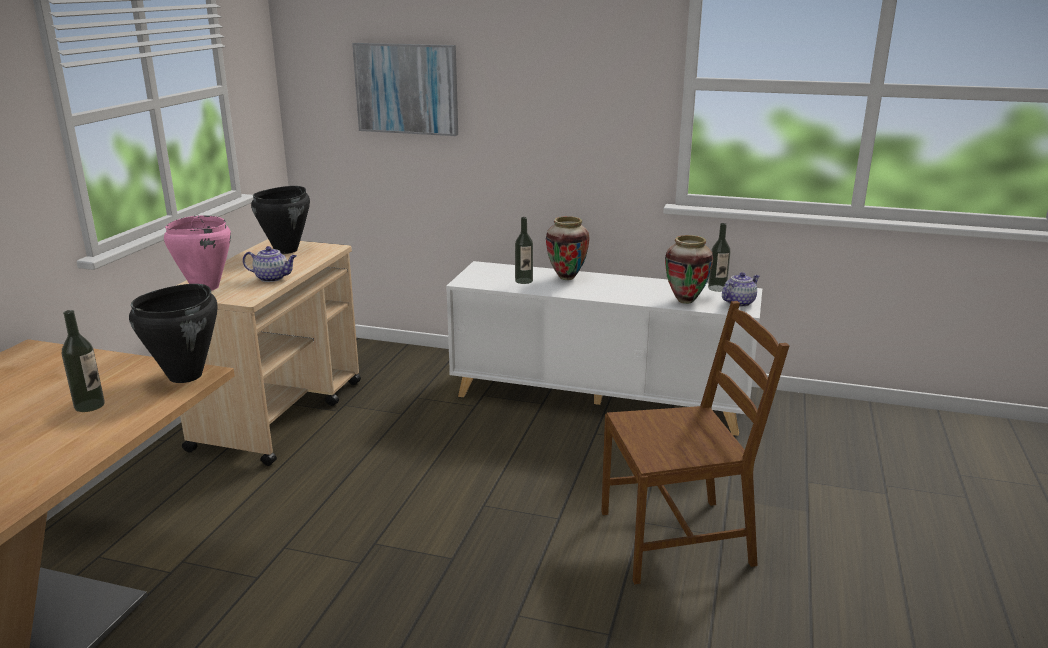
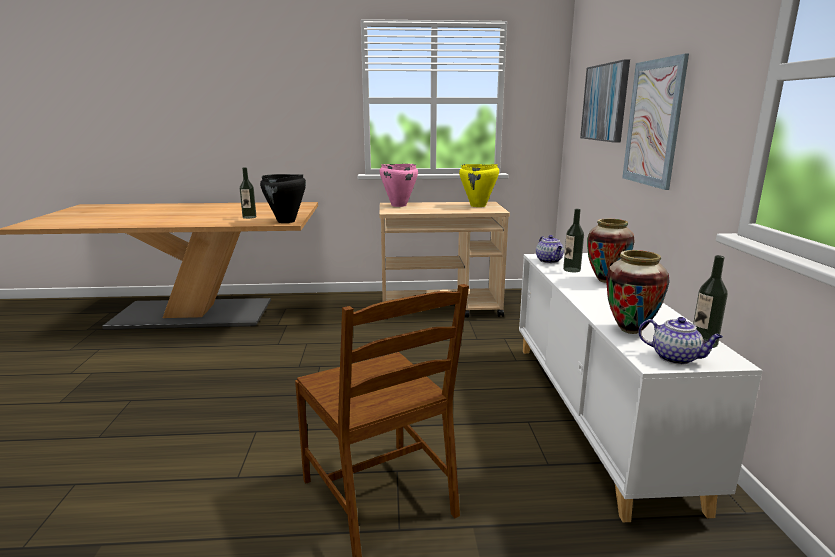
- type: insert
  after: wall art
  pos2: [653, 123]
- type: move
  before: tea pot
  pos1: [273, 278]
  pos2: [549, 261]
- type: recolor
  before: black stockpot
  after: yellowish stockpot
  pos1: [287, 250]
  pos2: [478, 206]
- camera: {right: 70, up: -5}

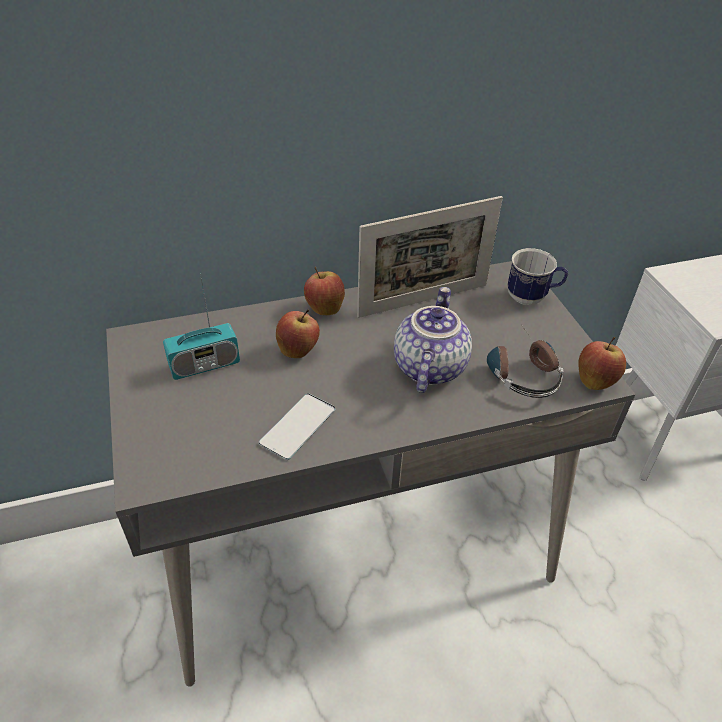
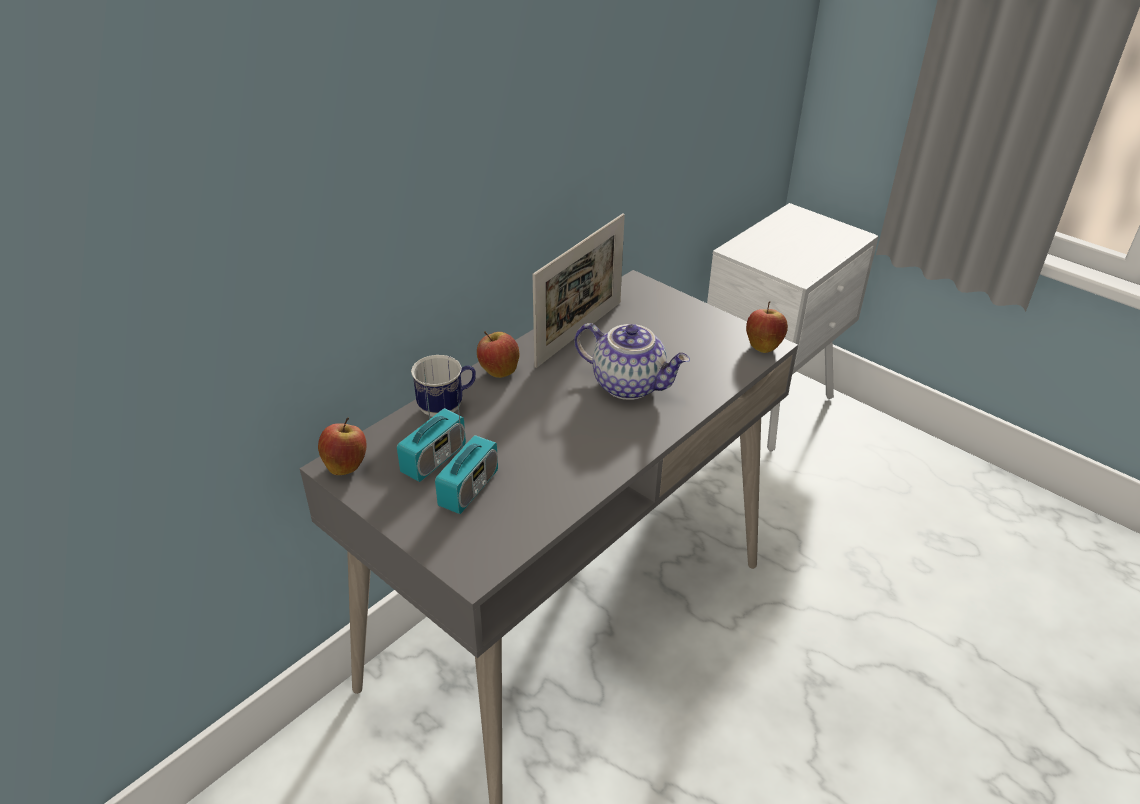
- type: delete
  before: telephone
  pos1: [298, 426]
- type: delete
  before: headset
  pos1: [519, 370]
- type: insert
  after: radio
  pos2: [469, 489]
- type: move
  before: apple
  pos1: [298, 350]
  pos2: [346, 466]
- type: move
  before: coffee mug
  pos1: [532, 298]
  pos2: [447, 407]
- type: rotate
  before: tea pot
  pos1: [427, 366]
  pos2: [630, 384]
  turn: 135
- camera: {right: -30, up: -5}

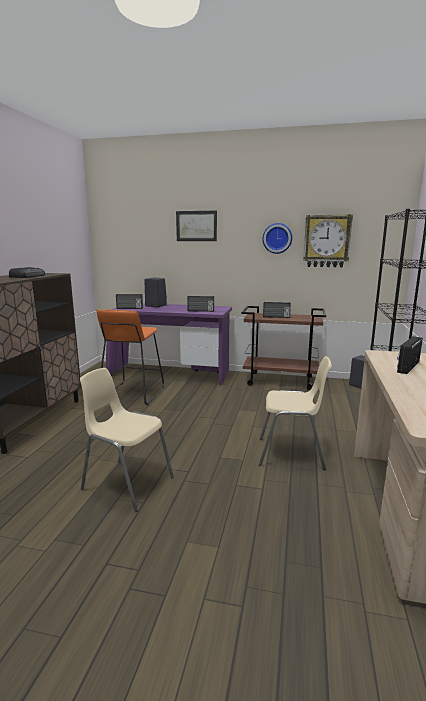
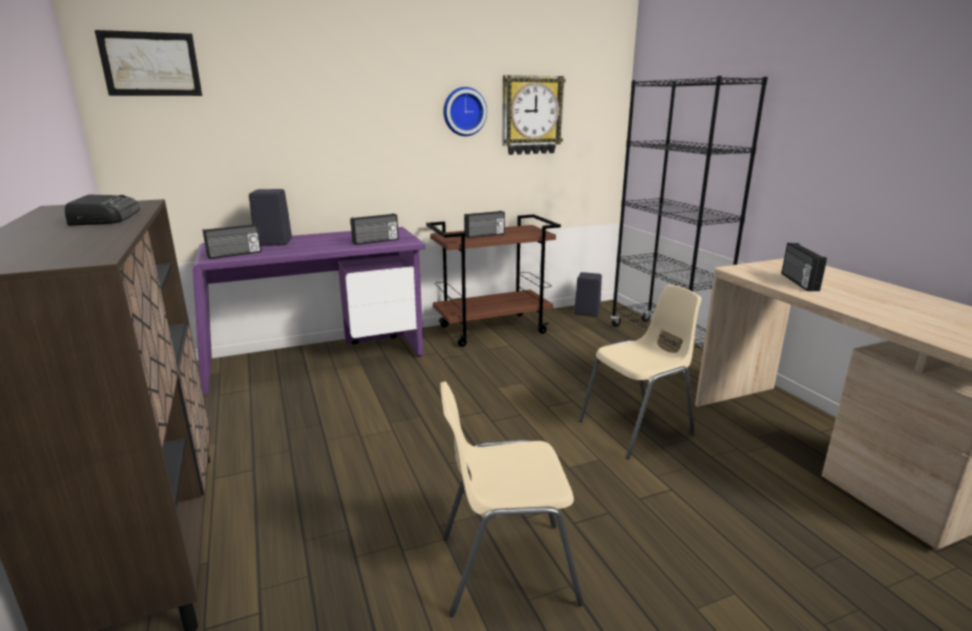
- type: delete
  before: orange stool
  pos1: [132, 393]
- type: move
  before: wall art
  pos1: [196, 226]
  pos2: [151, 64]
- camera: {right: -35, up: 5}

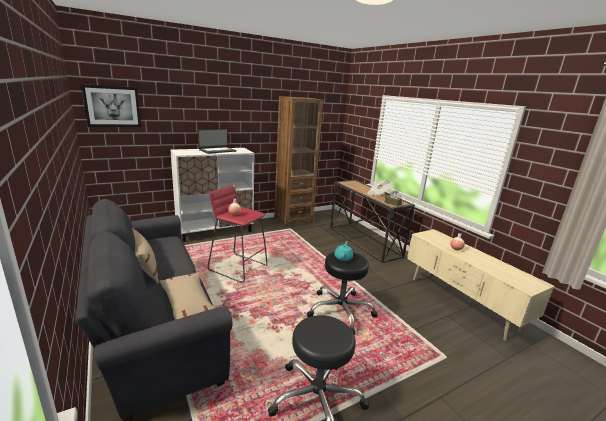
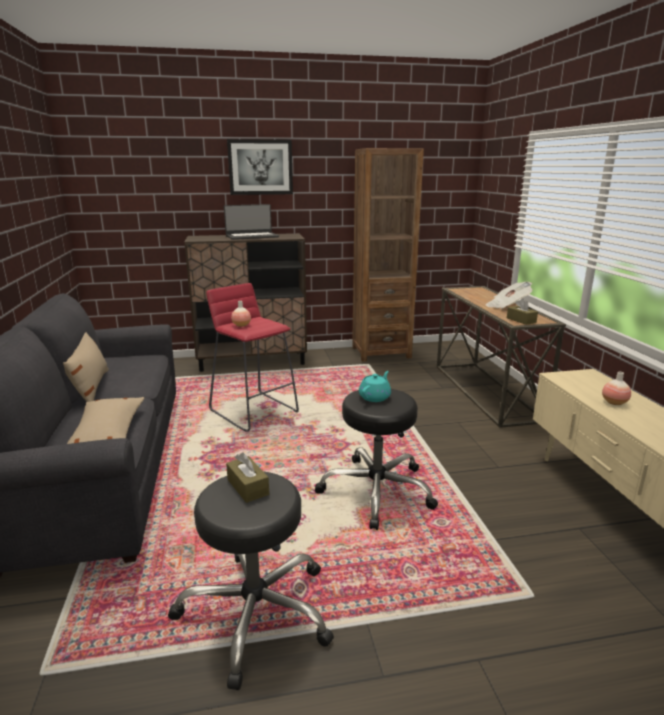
- type: insert
  after: brown tissue box
  pos2: [248, 487]
- type: move
  before: wall art
  pos1: [112, 106]
  pos2: [260, 167]
- type: recolor
  before: white-coloured storage cabinet
  after: brown storage cabinet
  pos1: [215, 231]
  pos2: [252, 361]
- camera: {right: 20, up: 0}

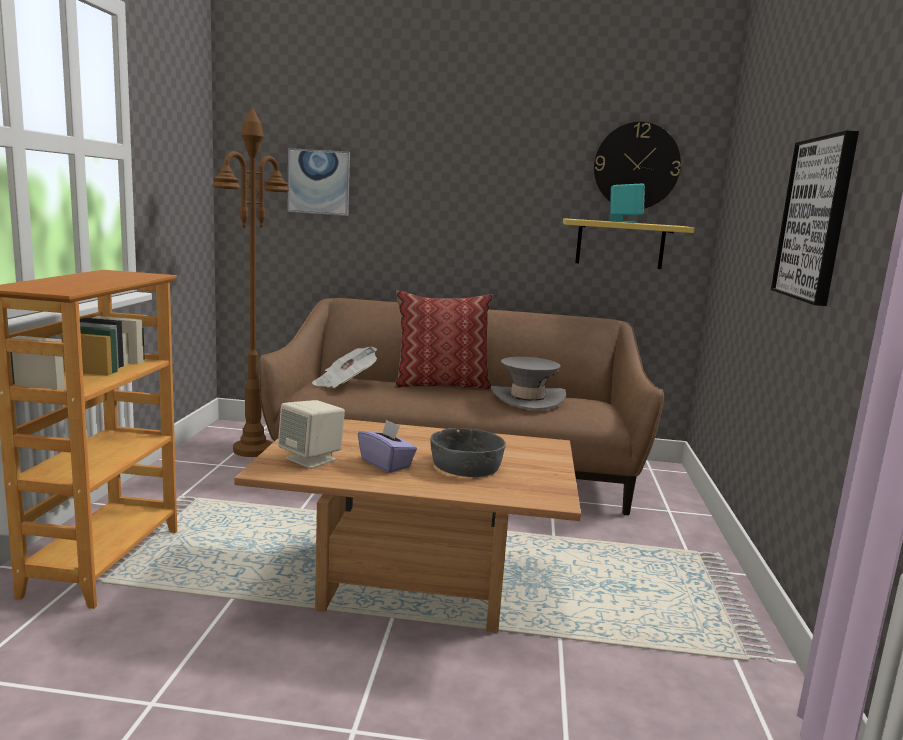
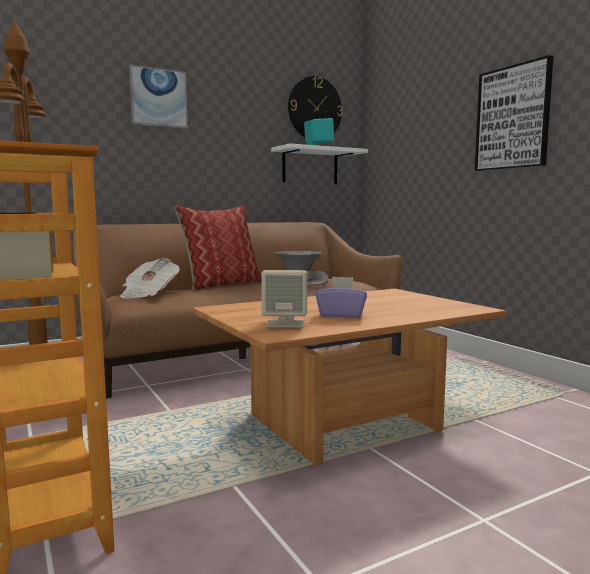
- type: delete
  before: gray bowl
  pos1: [467, 466]
- type: move
  before: wall art
  pos1: [319, 182]
  pos2: [158, 98]
- type: recolor
  before: yellowish wall shelf
  after: white-coloured wall shelf
  pos1: [620, 244]
  pos2: [310, 166]
- camera: {right: -35, up: -5}

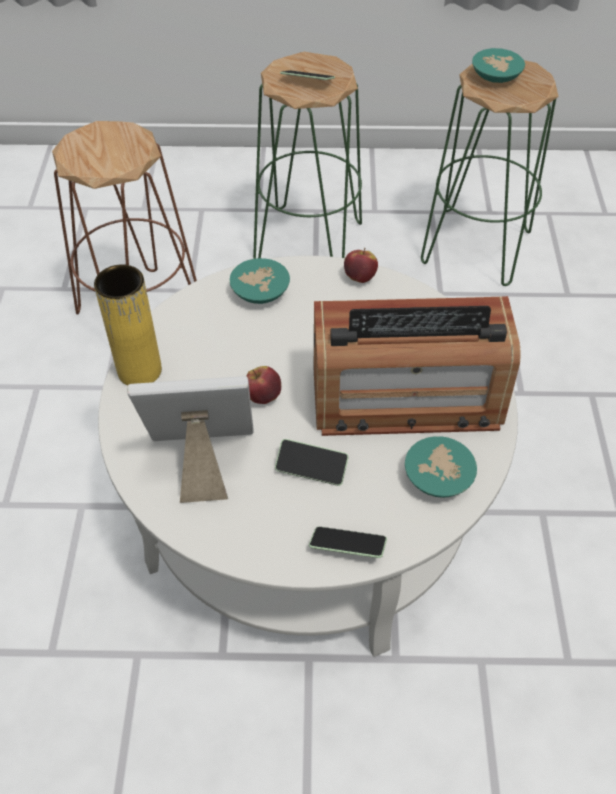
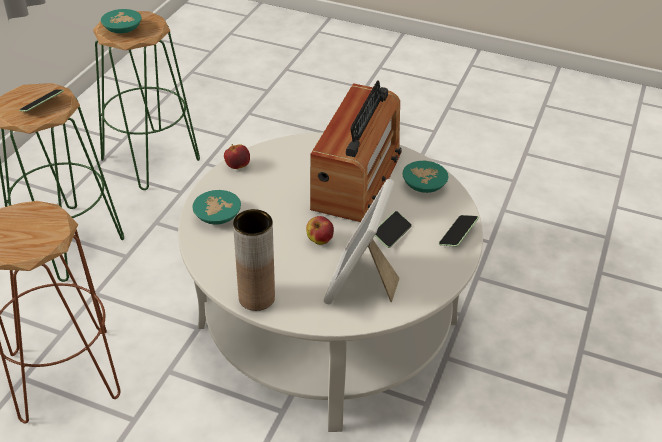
- type: recolor
  before: yellowish vase
  after: brown vase
  pos1: [139, 371]
  pos2: [256, 298]
- camera: {right: -70, up: -10}

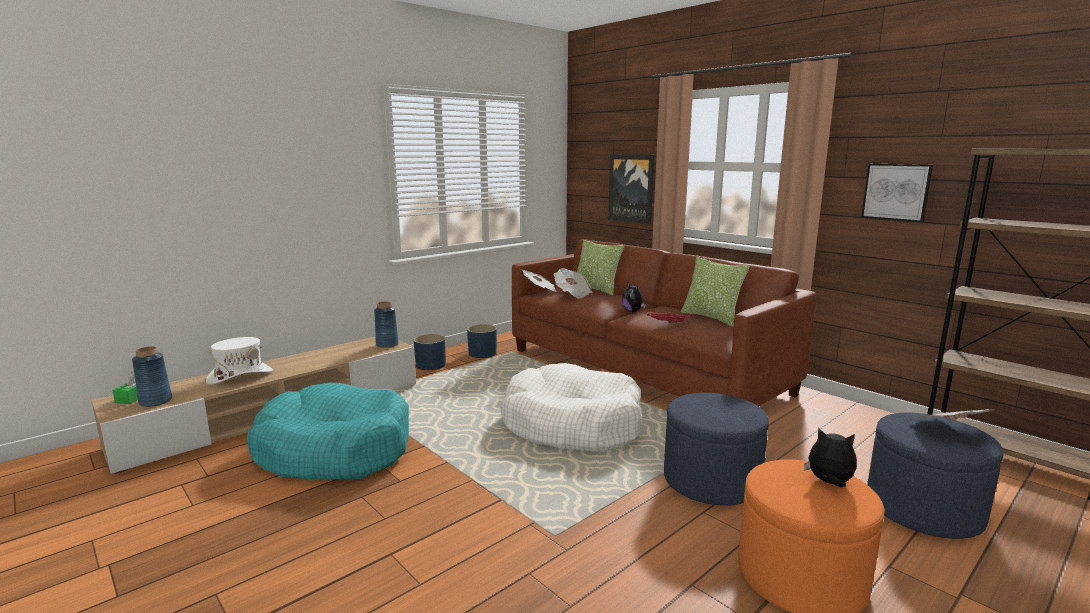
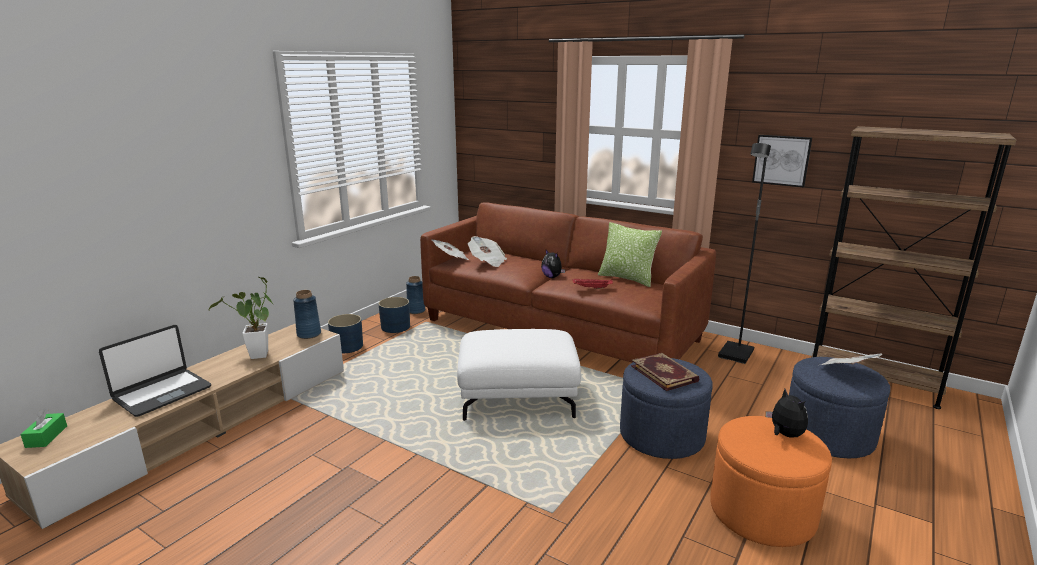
- type: delete
  before: blue-green dog bed
  pos1: [334, 450]
- type: delete
  before: cushion
  pos1: [596, 289]
- type: delete
  before: wall art
  pos1: [631, 188]
- type: insert
  after: potted plant
  pos2: [258, 357]
- type: insert
  after: bound book
  pos2: [664, 373]
- type: insert
  after: black standard lamp
  pos2: [736, 354]
- type: move
  before: bluish vase
  pos1: [155, 401]
  pos2: [416, 311]
- type: replace
  before: white-coloured clothing hat
  after: portable computer
  pos1: [240, 376]
  pos2: [162, 393]
- type: replace
  before: white-coloured dog bed
  after: white-coloured ottoman
  pos1: [571, 424]
  pos2: [518, 396]
- type: rotate
  before: cuddly toy
  pos1: [829, 483]
  pos2: [784, 435]
  turn: 60
- camera: {right: -15, up: 5}

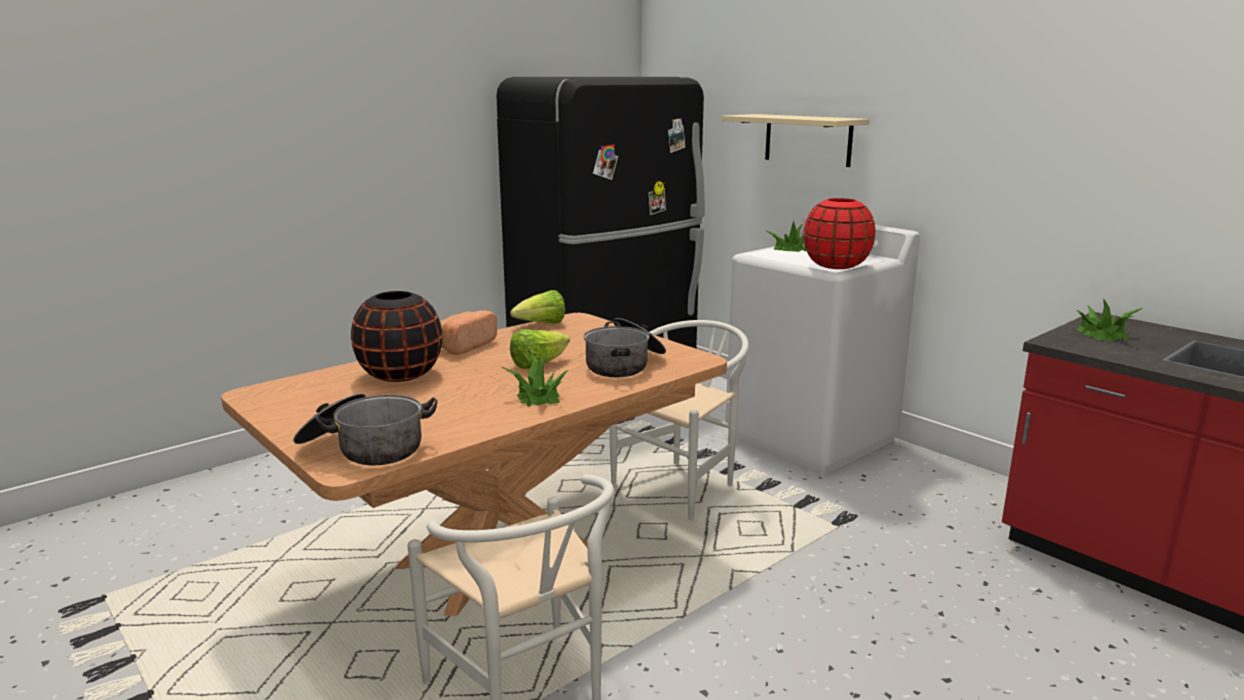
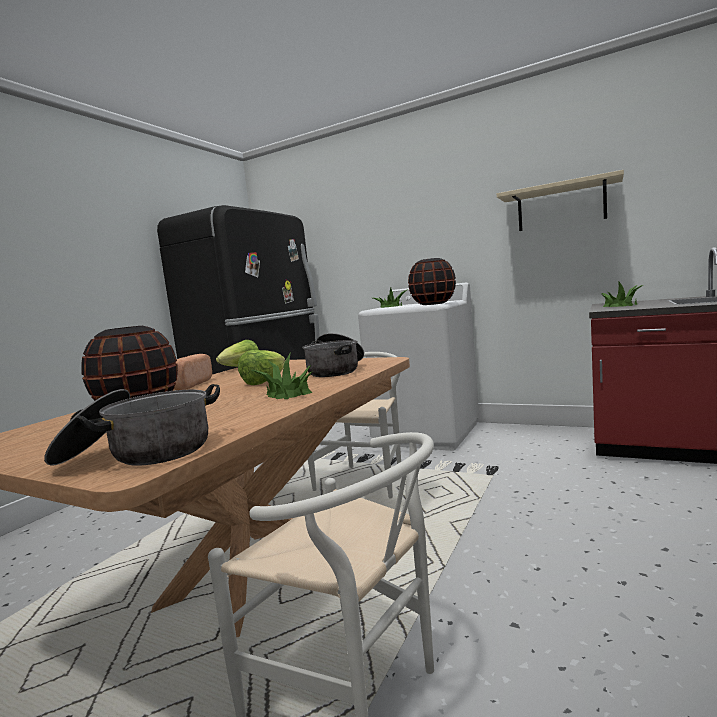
- type: move
  before: beige-coloured wall shelf
  pos1: [807, 139]
  pos2: [560, 207]
- type: recolor
  before: reddish vase
  after: black vase
  pos1: [836, 266]
  pos2: [433, 304]
- camera: {right: -20, up: -10}

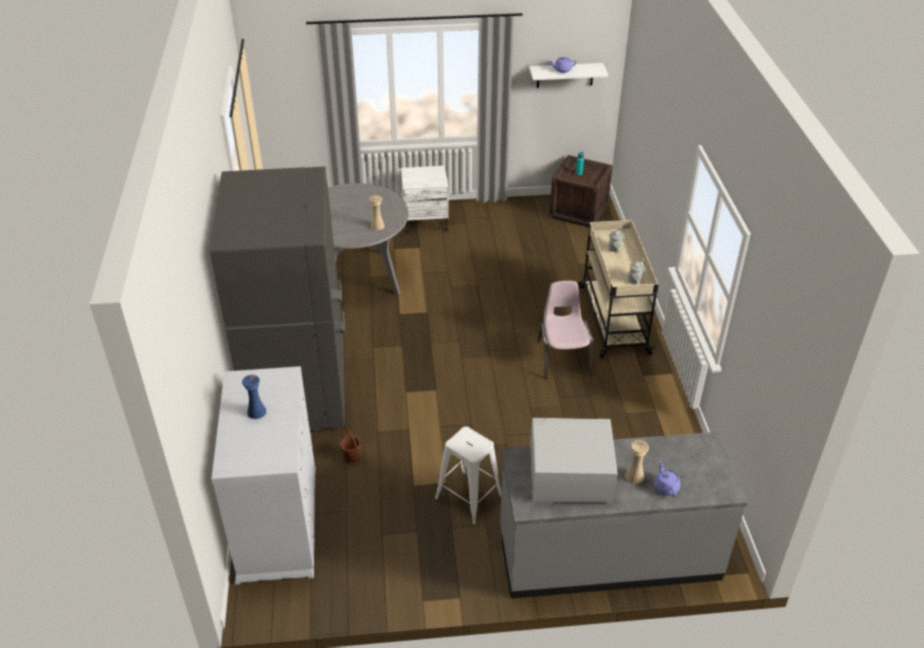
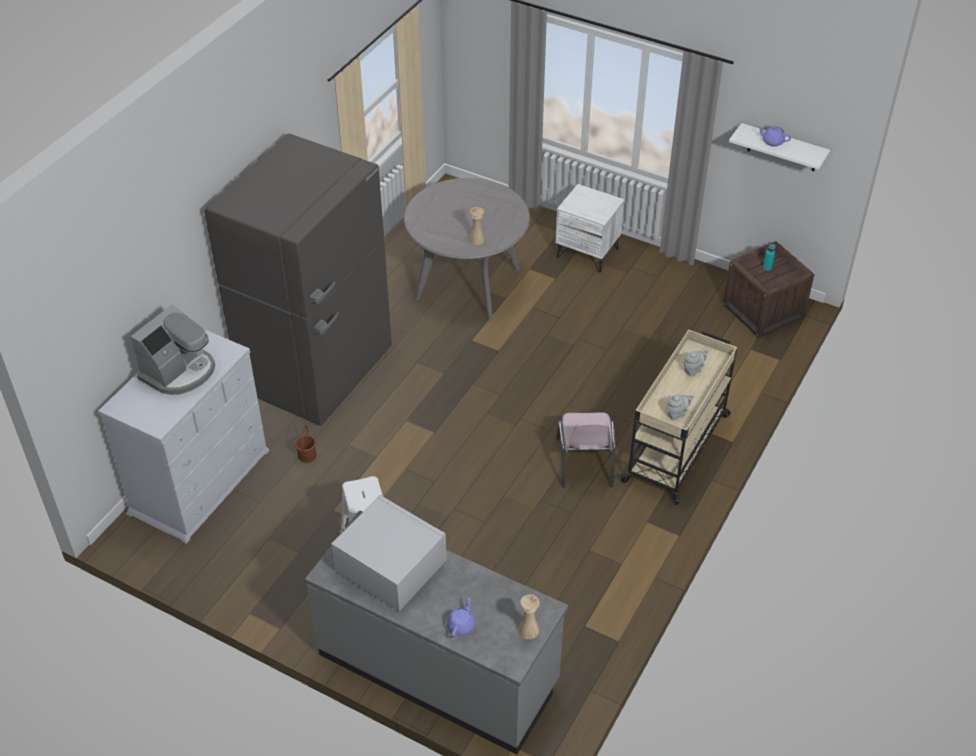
- type: move
  before: beige-coloured vase
  pos1: [634, 476]
  pos2: [528, 630]
- type: replace
  before: bluish vase
  after: coffee brewer
  pos1: [256, 412]
  pos2: [179, 372]
- type: rotate
  before: pink-coloured chair
  pos1: [563, 358]
  pos2: [584, 462]
  turn: 150
- camera: {right: 35, up: 5}

